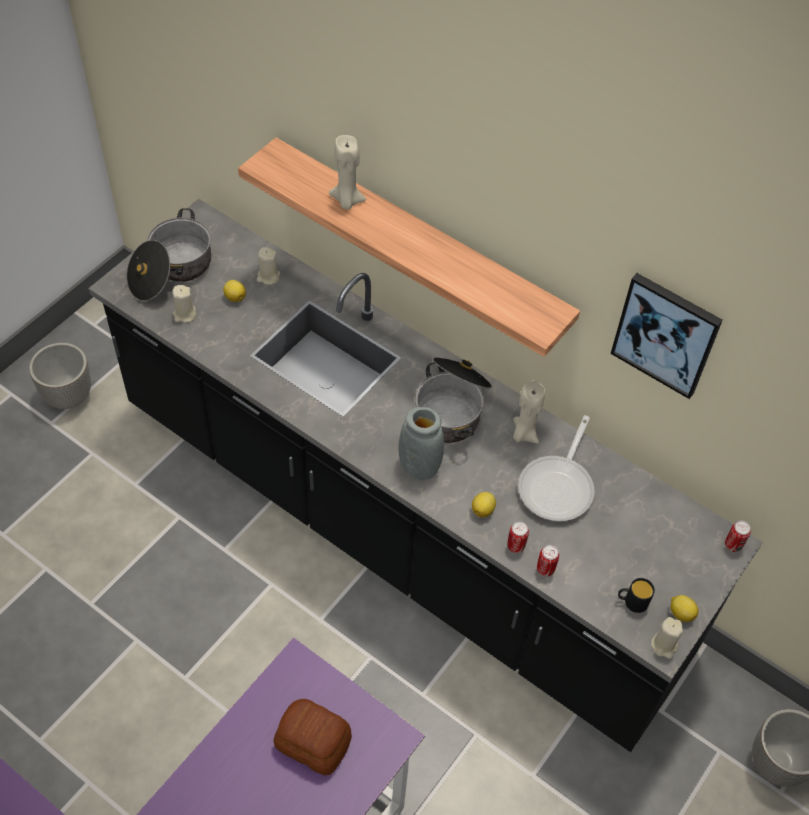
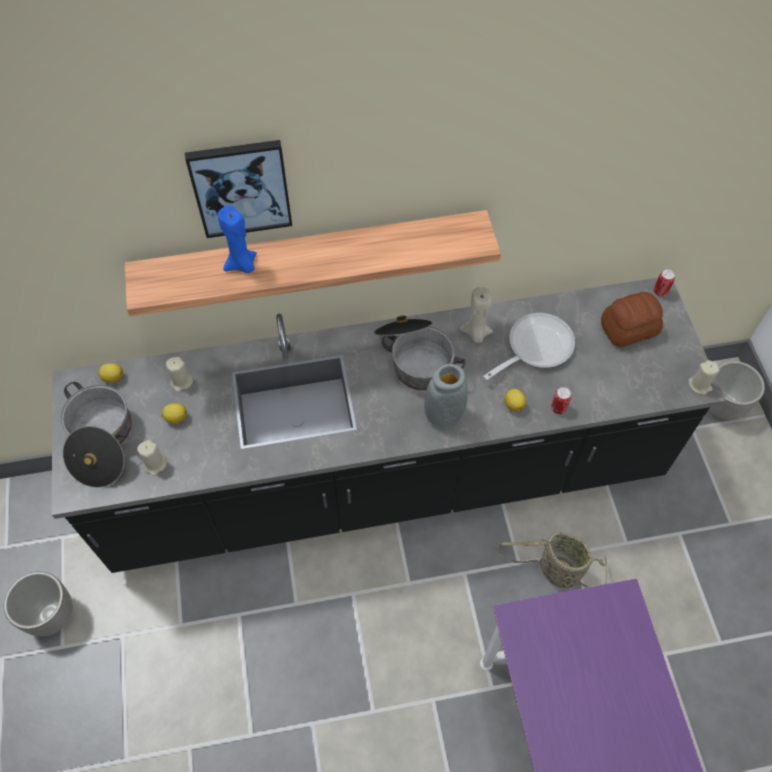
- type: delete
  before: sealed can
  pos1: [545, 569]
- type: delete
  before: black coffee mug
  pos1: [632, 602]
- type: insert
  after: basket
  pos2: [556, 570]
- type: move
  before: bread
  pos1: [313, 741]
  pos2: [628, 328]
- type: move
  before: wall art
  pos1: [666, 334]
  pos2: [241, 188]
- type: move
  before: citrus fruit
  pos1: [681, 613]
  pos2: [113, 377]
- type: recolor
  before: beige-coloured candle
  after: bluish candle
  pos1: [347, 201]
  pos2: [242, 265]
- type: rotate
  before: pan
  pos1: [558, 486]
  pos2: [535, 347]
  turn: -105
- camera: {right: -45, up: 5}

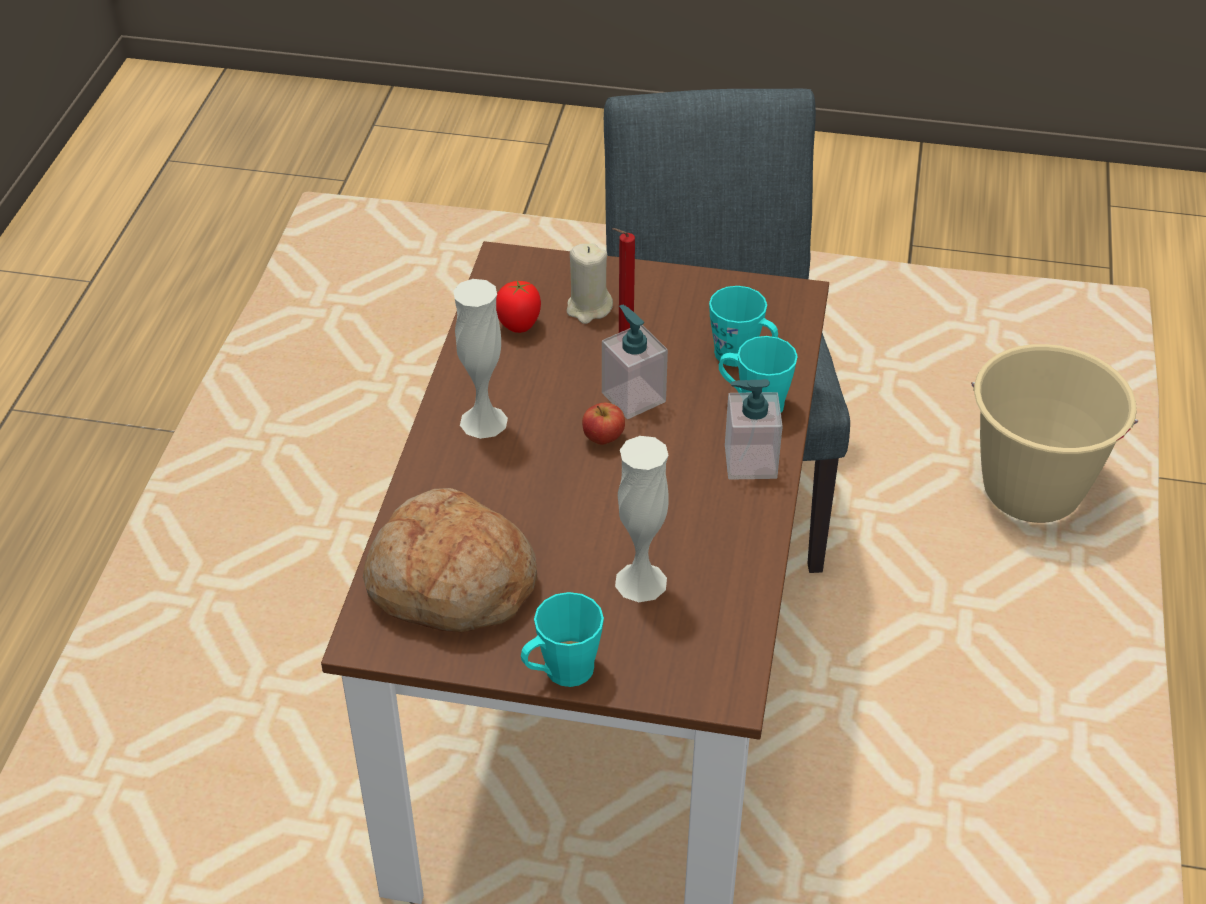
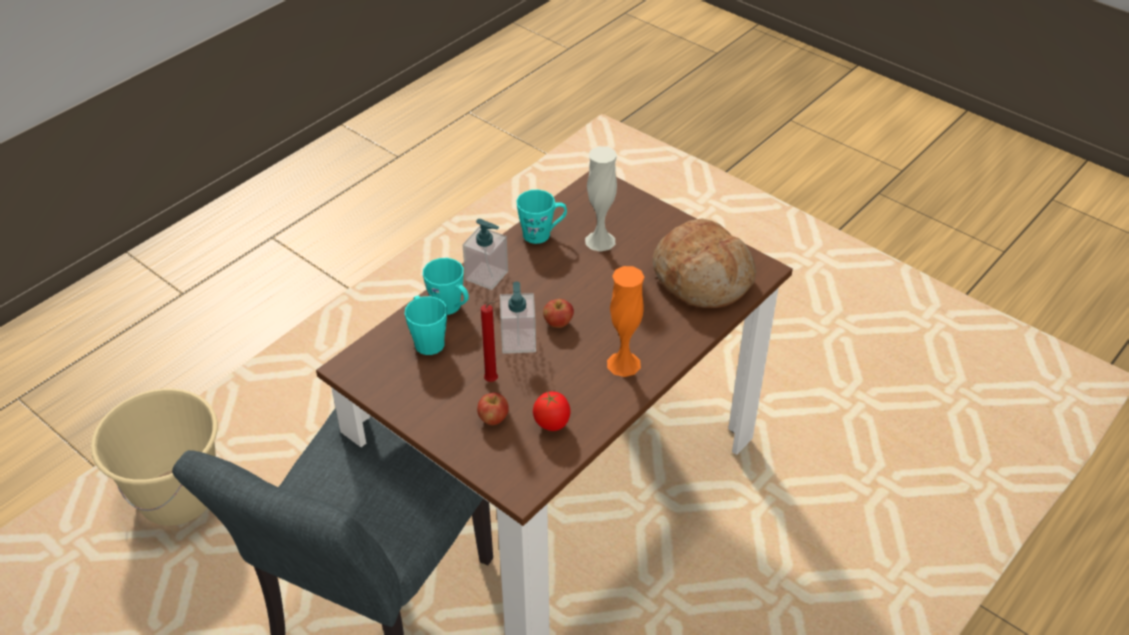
- type: move
  before: blue-green coffee mug
  pos1: [561, 672]
  pos2: [542, 234]
- type: replace
  before: beige-coloured candle
  after: apple
  pos1: [588, 308]
  pos2: [493, 419]
- type: recolor
  before: white-coloured vase
  after: orange vase
  pos1: [483, 421]
  pos2: [623, 364]
- camera: {right: -150, up: 0}

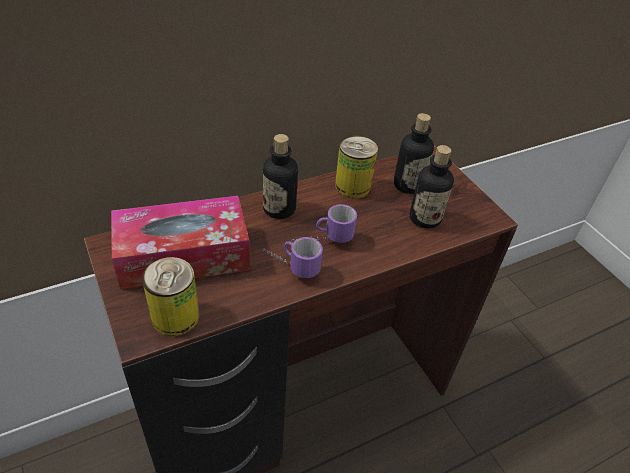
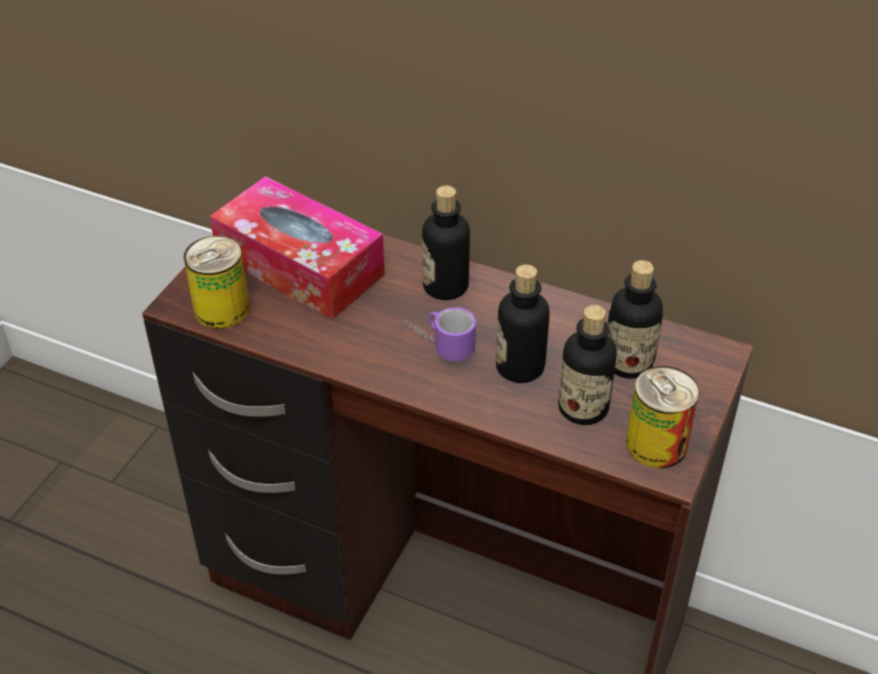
- type: delete
  before: coffee mug
  pos1: [290, 265]
- type: insert
  after: beverage bottle
  pos2: [520, 367]
- type: move
  before: sealed can
  pos1: [353, 186]
  pos2: [656, 444]
- camera: {right: 55, up: 0}

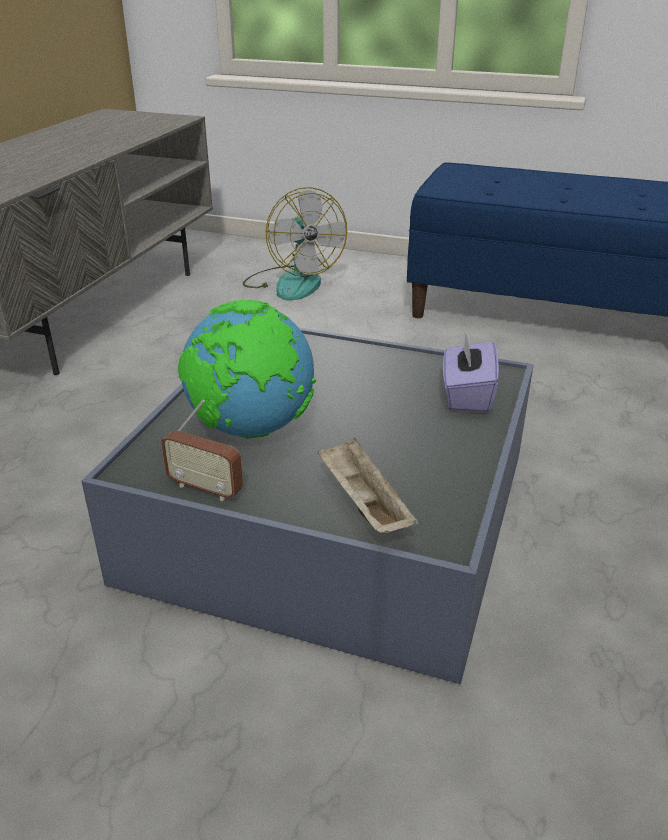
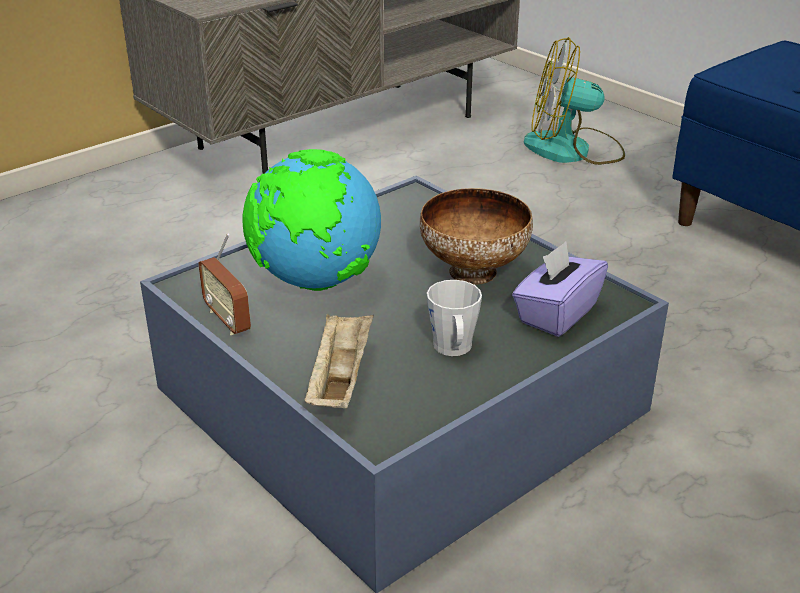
- type: insert
  after: bowl
  pos2: [475, 272]
- type: insert
  after: gray coffee mug
  pos2: [453, 349]
- type: rotate
  before: electric fan
  pos1: [292, 282]
  pos2: [573, 150]
  turn: 90
- camera: {right: 30, up: 0}

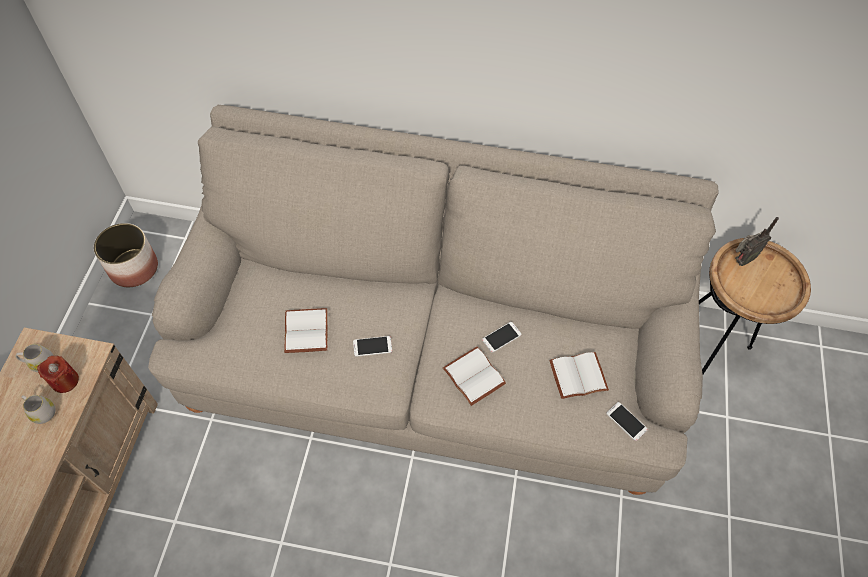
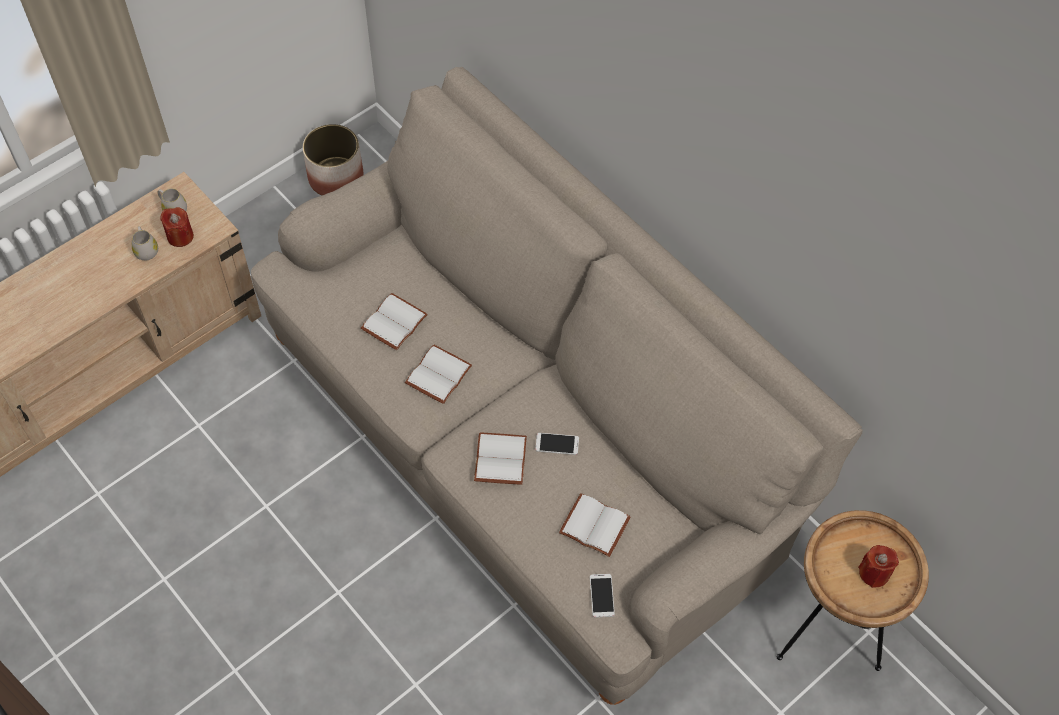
- type: delete
  before: radio
  pos1: [740, 260]
- type: insert
  after: reddish candle
  pos2: [874, 573]
- type: replace
  before: telephone
  after: white-coloured bound book
  pos1: [372, 346]
  pos2: [437, 373]
- camera: {right: 40, up: 0}

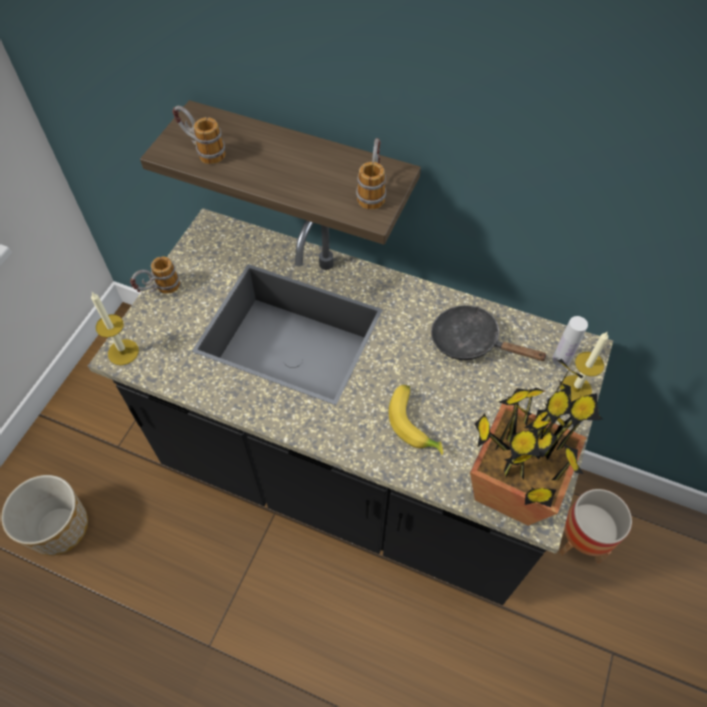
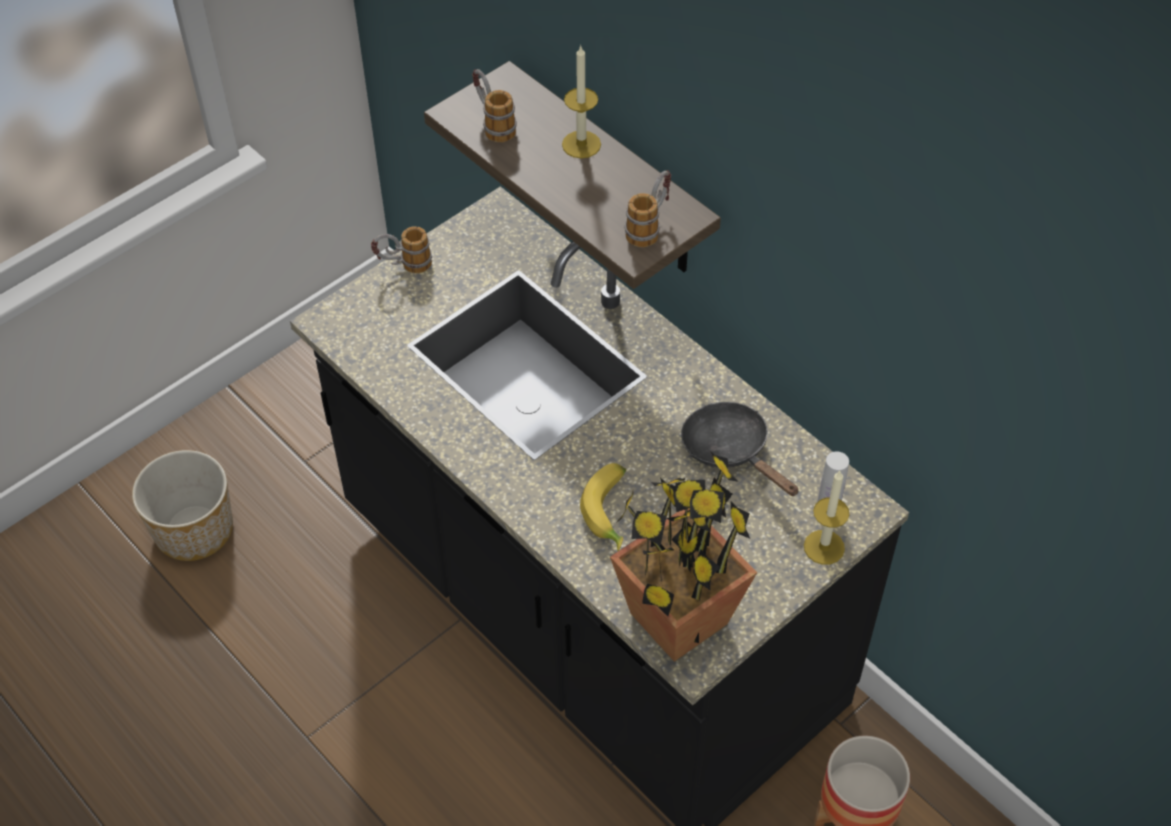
- type: move
  before: candle
  pos1: [123, 352]
  pos2: [581, 144]
- camera: {right: 25, up: -5}

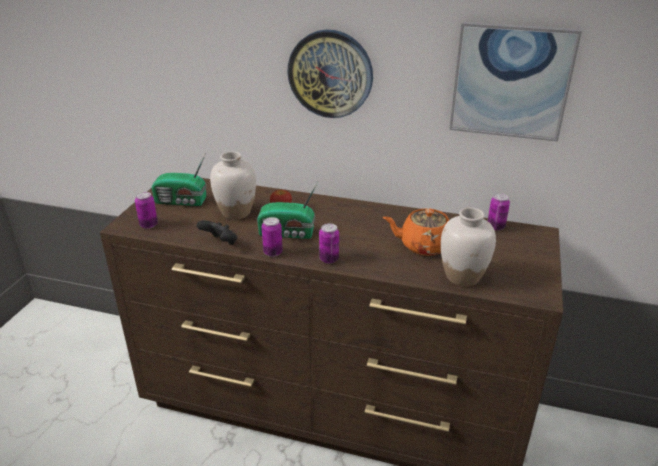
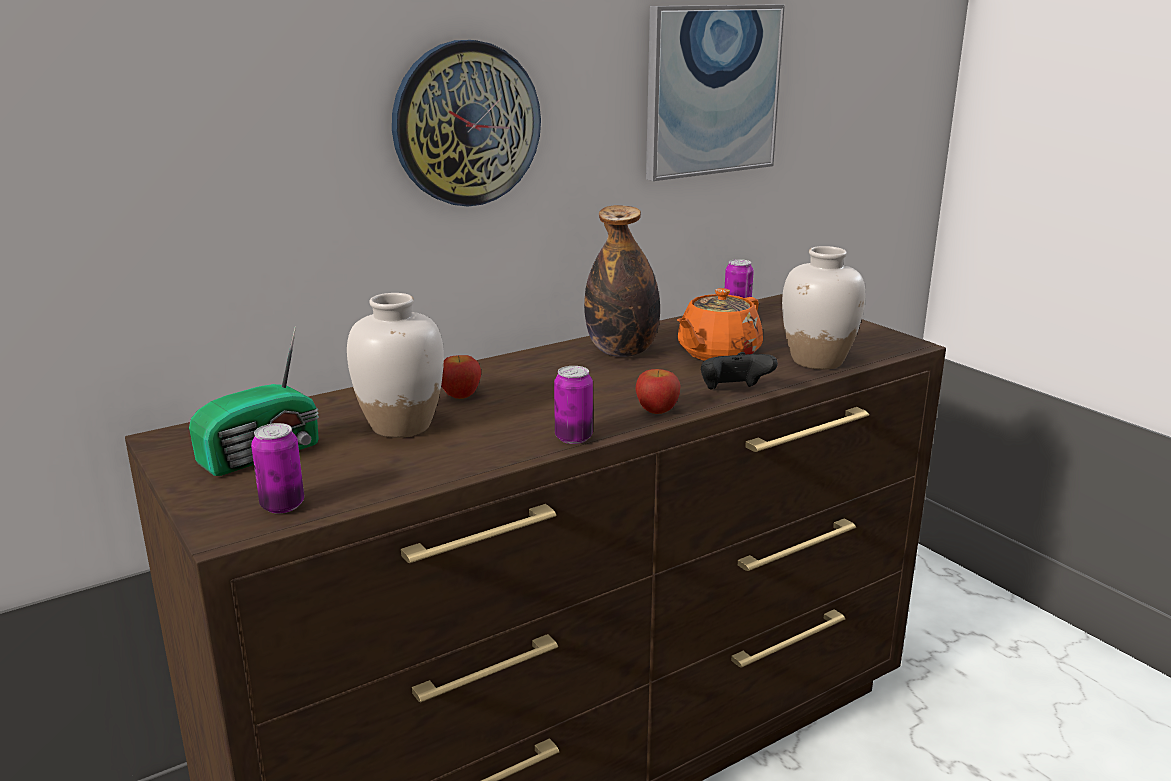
- type: delete
  before: radio
  pos1: [288, 233]
- type: insert
  after: beverage bottle
  pos2: [622, 352]
- type: move
  before: black joypad
  pos1: [220, 243]
  pos2: [733, 392]
- type: replace
  before: sealed can
  after: apple
  pos1: [329, 259]
  pos2: [657, 410]
- camera: {right: -50, up: -10}

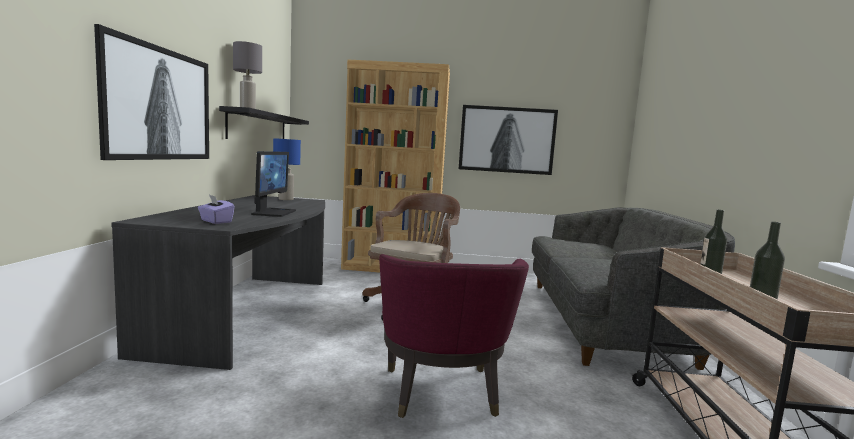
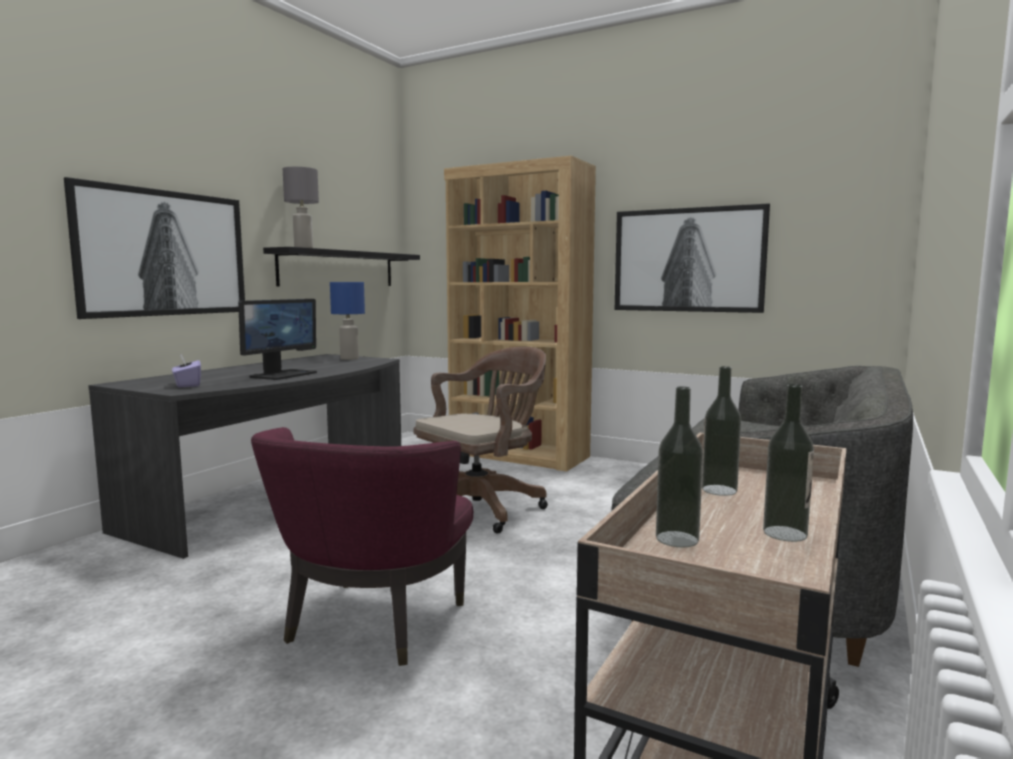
- type: insert
  after: beverage bottle
  pos2: [785, 533]
- camera: {right: 25, up: 0}

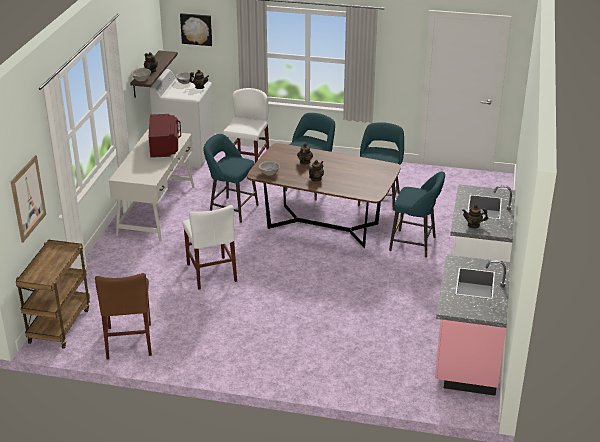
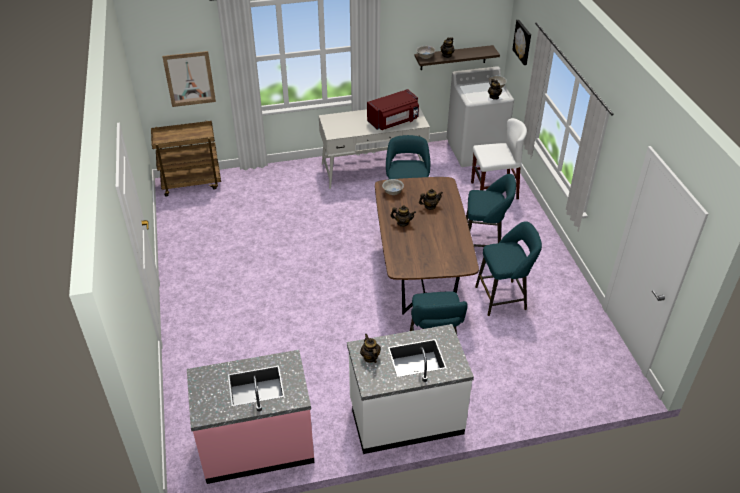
- type: delete
  before: brown chair
  pos1: [129, 341]
- type: delete
  before: white-coloured chair
  pos1: [211, 272]
- camera: {right: 65, up: 10}

